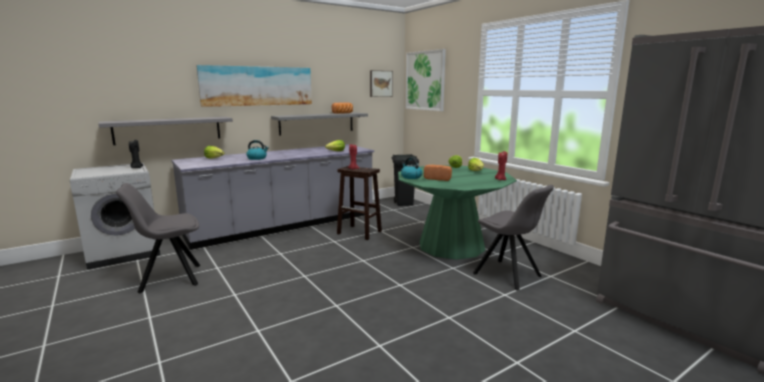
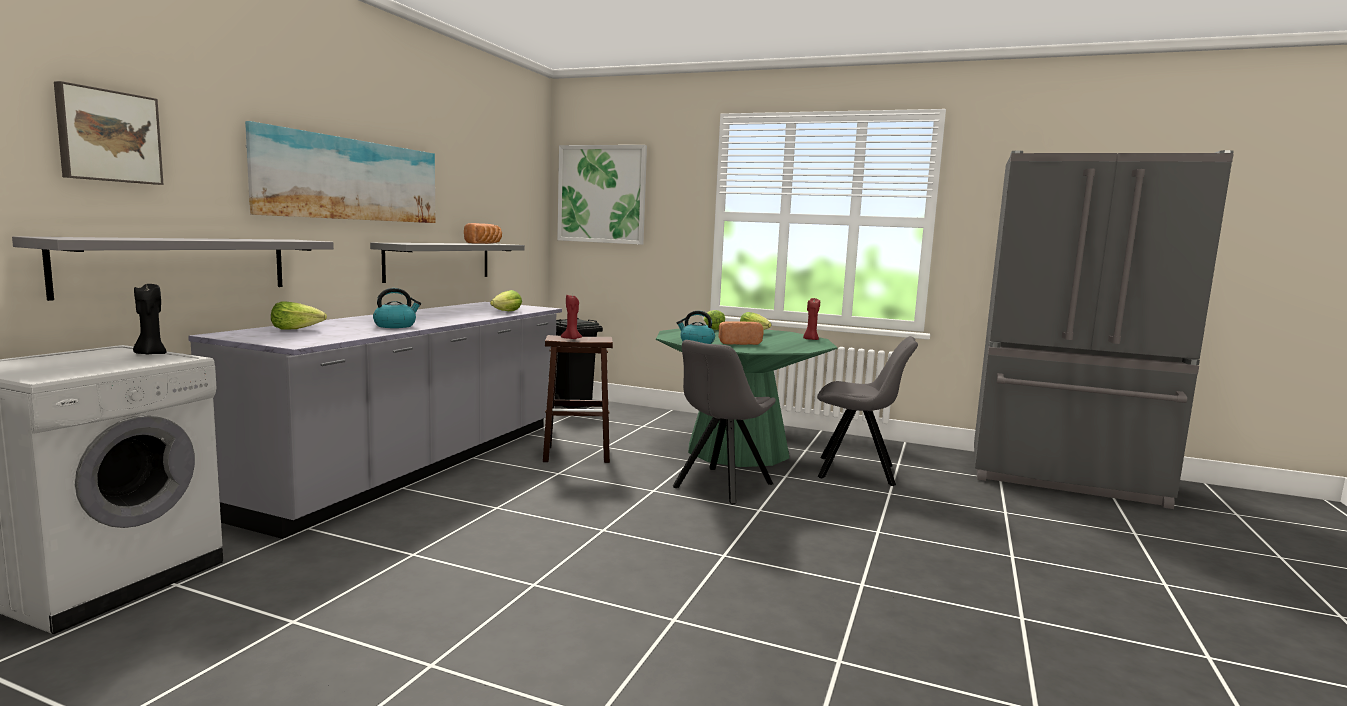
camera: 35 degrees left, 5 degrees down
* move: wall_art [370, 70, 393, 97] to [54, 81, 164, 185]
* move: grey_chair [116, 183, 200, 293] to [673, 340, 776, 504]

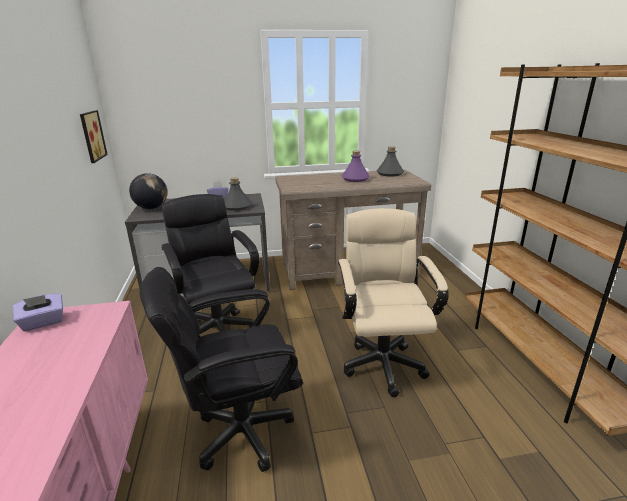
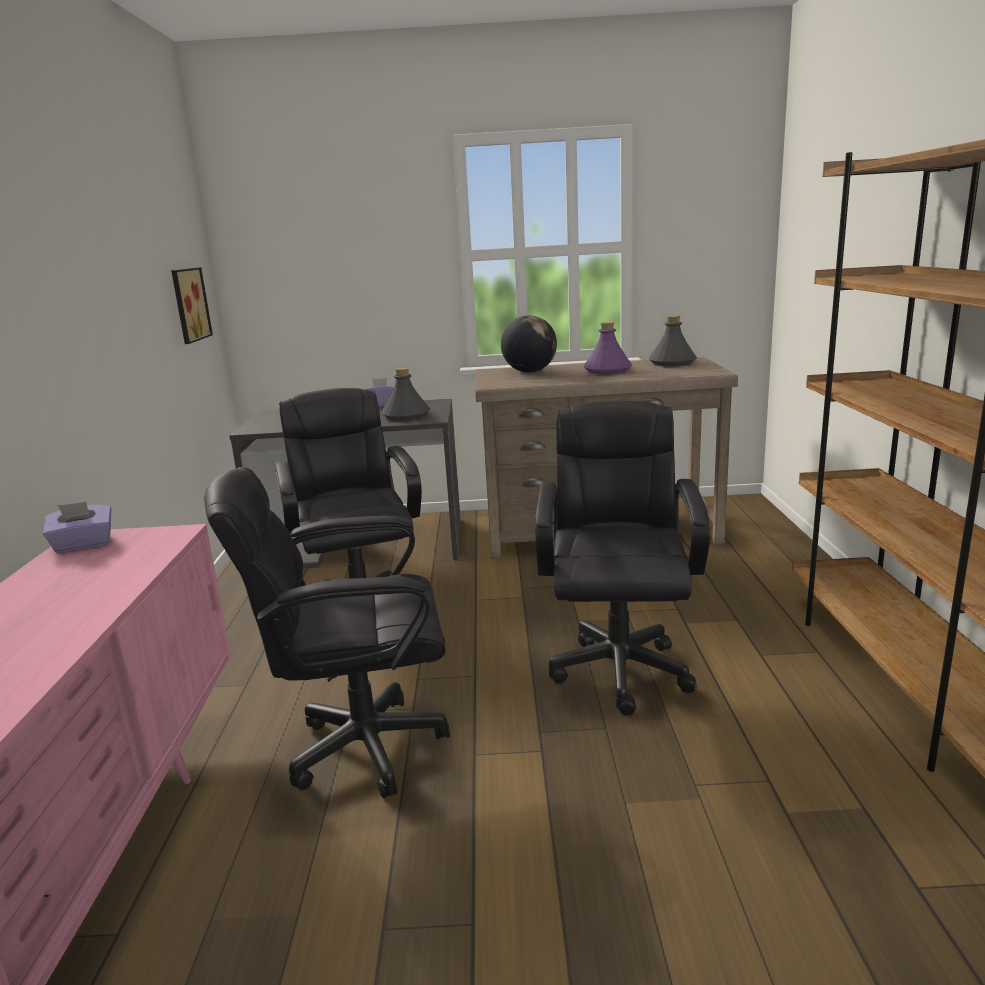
camera: 10 degrees right, 5 degrees down
* move: globe [129, 173, 168, 209] to [501, 315, 557, 373]
* recolor: beige-coloured_computer_chair [338, 208, 449, 397] to black-coloured_computer_chair [535, 400, 710, 715]

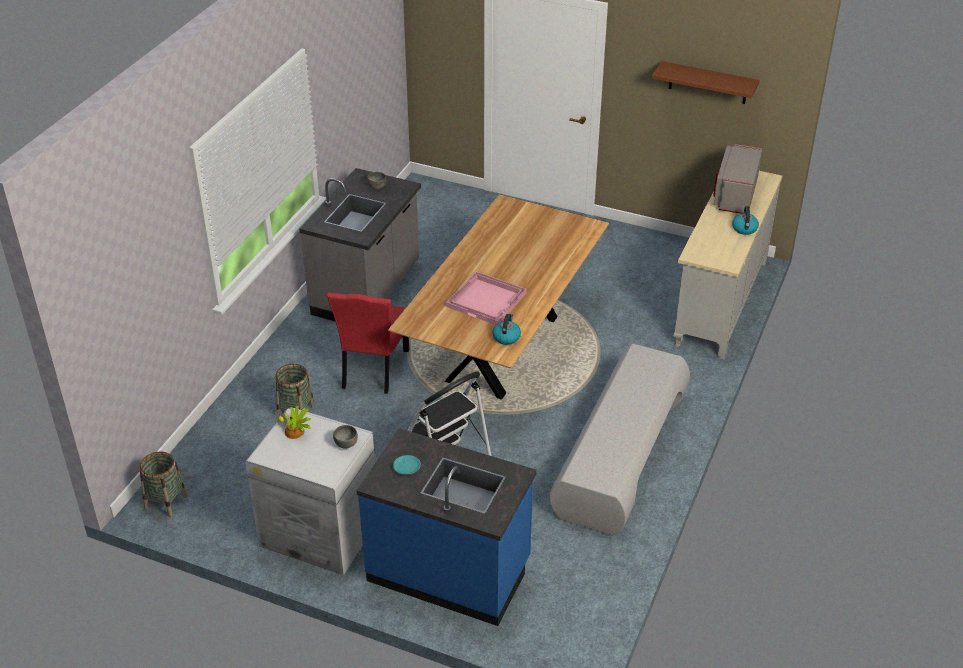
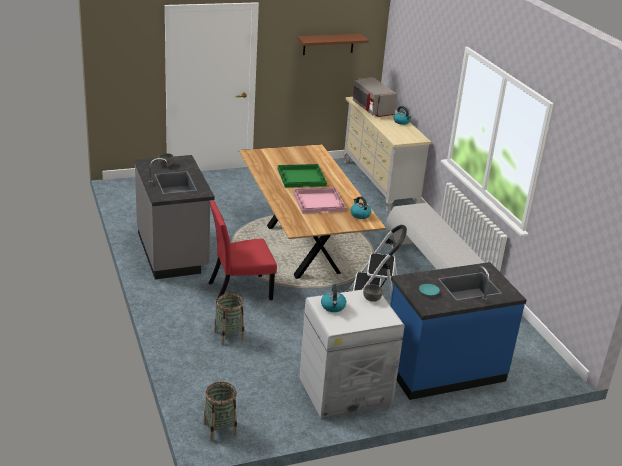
camera: 45 degrees left, 10 degrees down
* rotate: reddish_chair [327, 293, 409, 394] = [209, 200, 277, 303] 105 degrees clockwise
* insert: green-coloured_tray [278, 164, 327, 188]
* replace: plant_in_a_pot [275, 406, 311, 439] to tea_kettle [321, 284, 346, 312]

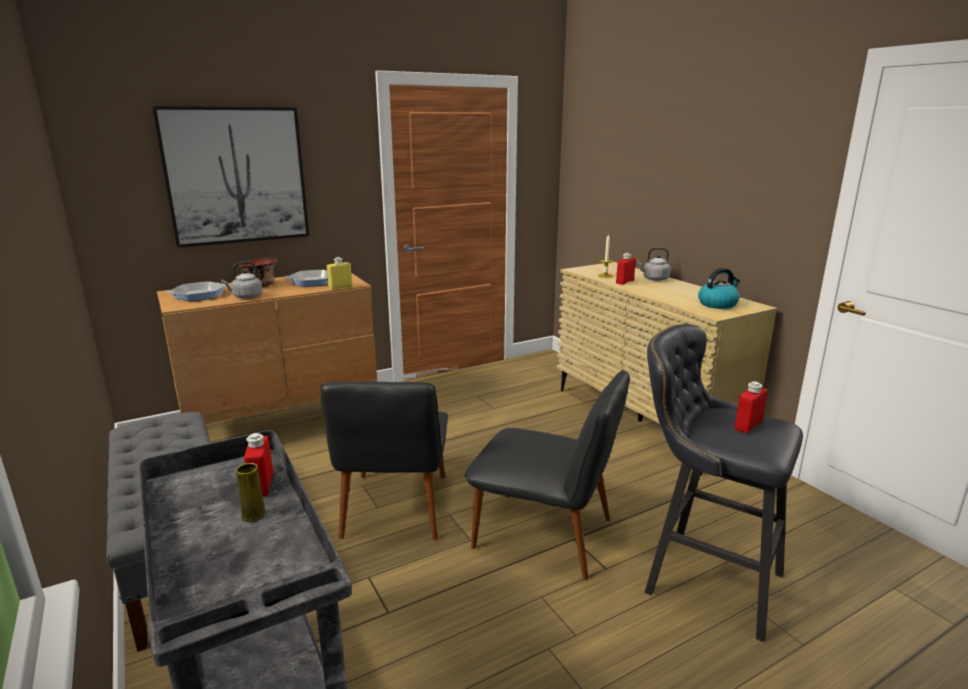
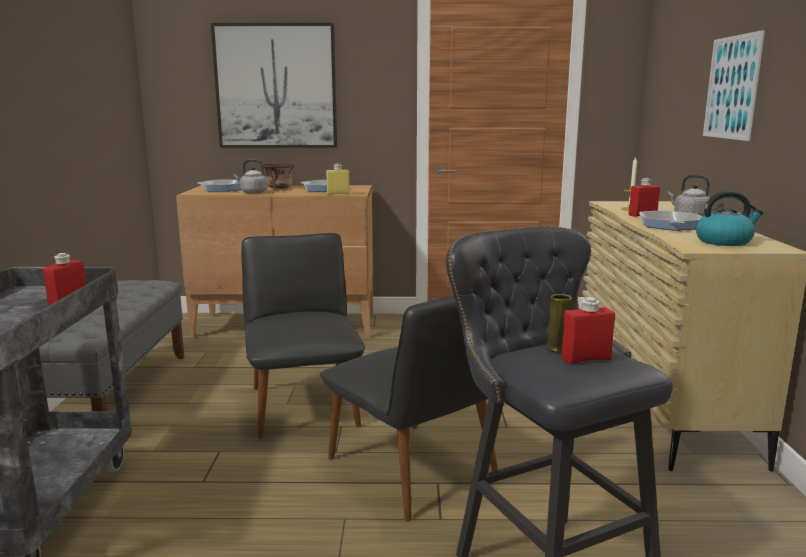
camera: 30 degrees right, 5 degrees down
* rotate: black-coloured_chair [320, 381, 448, 540] = [241, 233, 365, 439] 135 degrees clockwise
* move: yellow_flower_vase [236, 463, 266, 522] to [546, 294, 572, 353]
* insert: skillet [639, 210, 702, 231]
* insert: wall_art [703, 30, 765, 141]

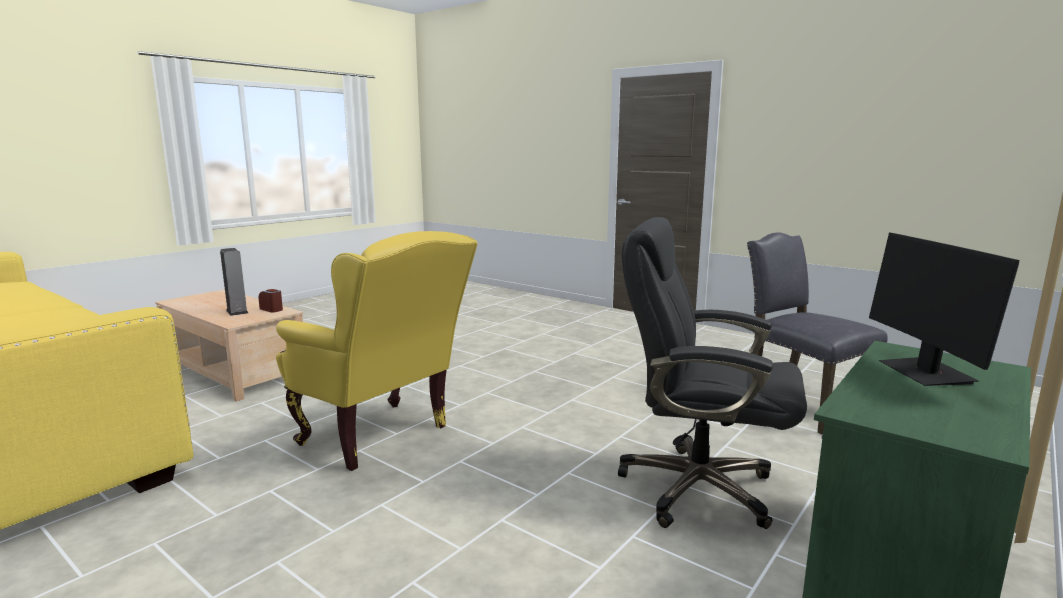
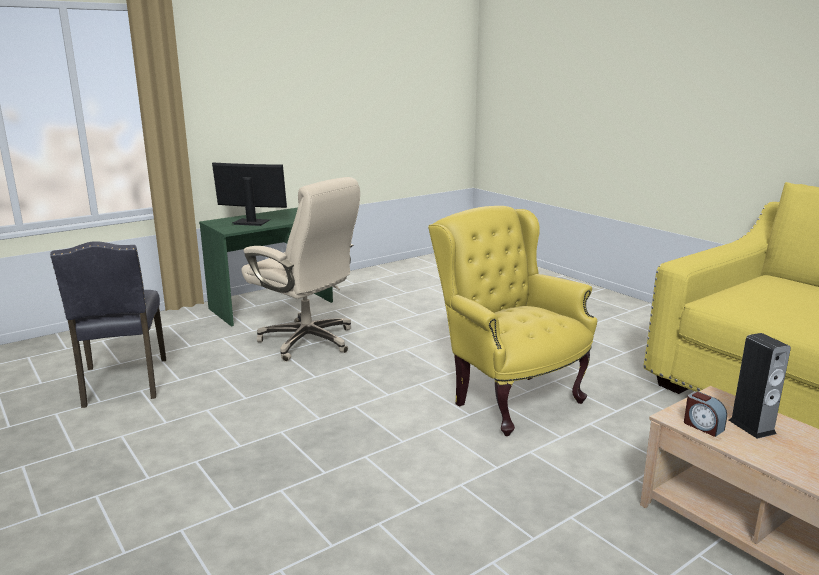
camera: 165 degrees left, 5 degrees up
* rotate: computer_display [869, 233, 1019, 386] = [212, 162, 287, 226] 90 degrees counterclockwise
* recolor: black-coloured_computer_chair [618, 217, 807, 529] to beige-coloured_computer_chair [241, 177, 360, 362]

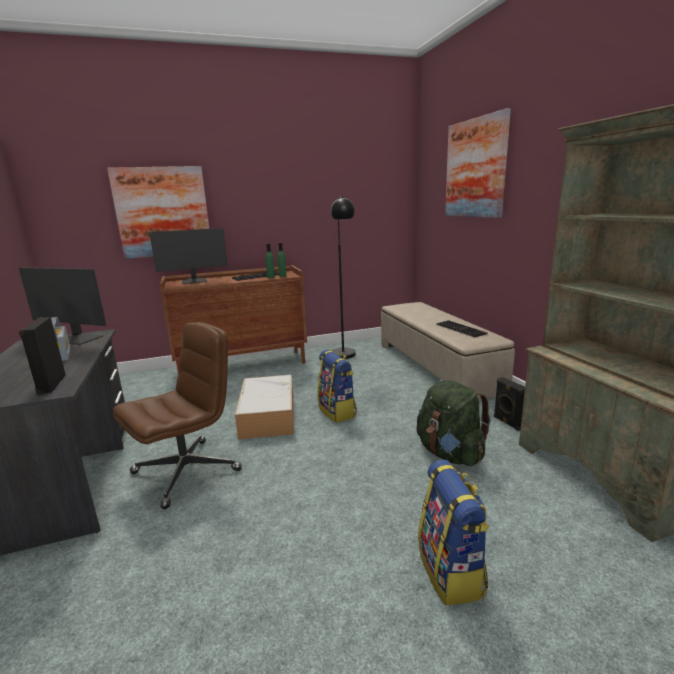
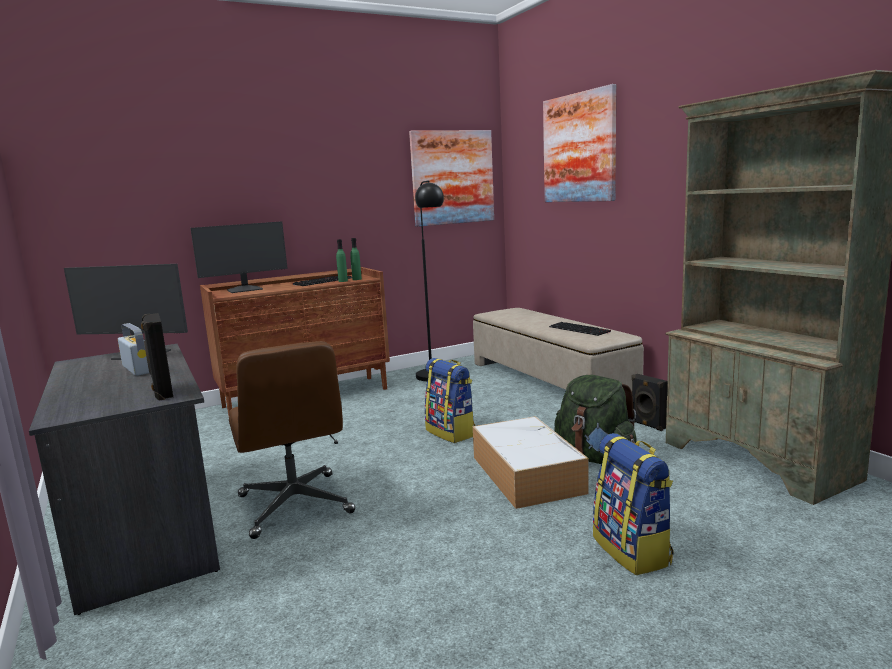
camera: 10 degrees left, 5 degrees down
* rotate: brown_computer_chair [113, 322, 242, 509] = [229, 341, 355, 539] 120 degrees clockwise
* move: wall_art [107, 166, 209, 259] to [409, 130, 494, 227]
* move: storage_container [235, 375, 294, 439] to [473, 416, 589, 509]

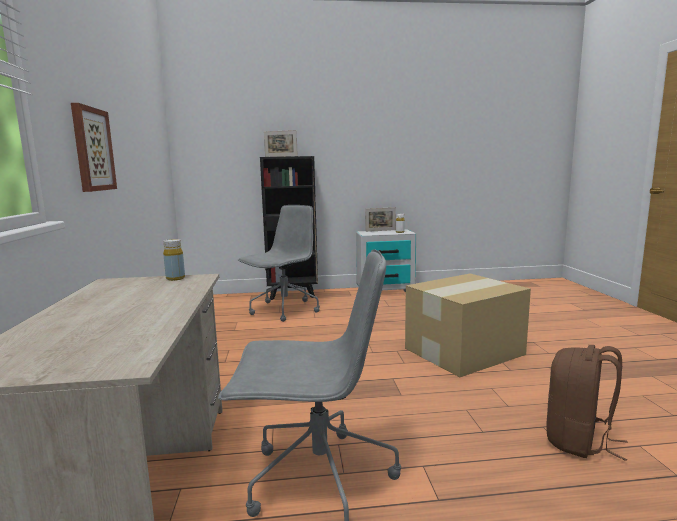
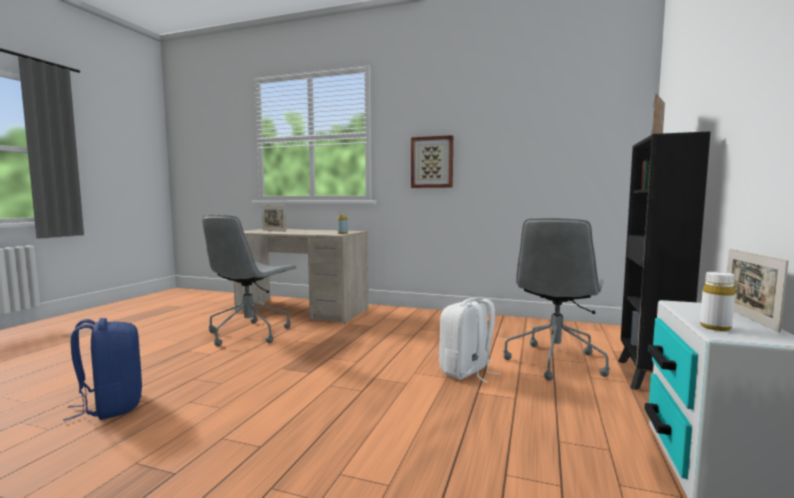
camera: 115 degrees right, 5 degrees down
* recolor: brown_knapsack [546, 345, 628, 461] to blue_knapsack [63, 318, 142, 421]
* insert: picture_frame [262, 206, 286, 232]
* insert: whitish_knapsack [439, 298, 501, 383]
* rotate: grey_computer_chair [238, 205, 320, 322] = [503, 218, 610, 381] 60 degrees clockwise
* delete: packing_box [405, 274, 531, 377]

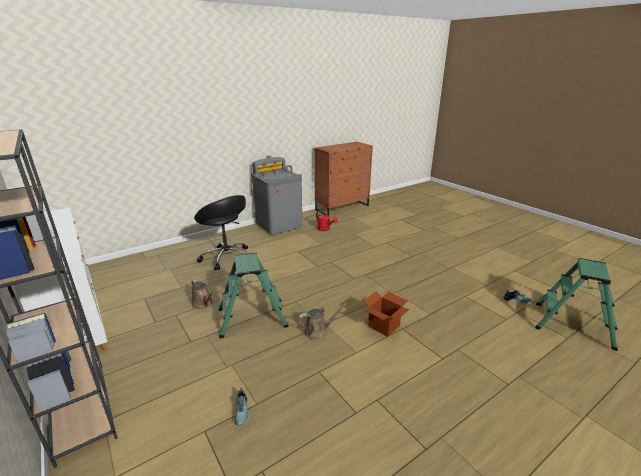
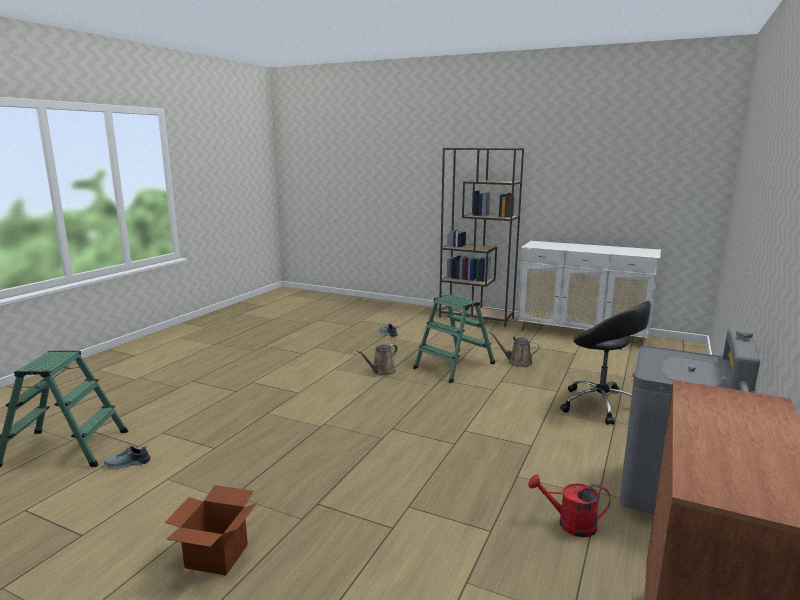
camera: 150 degrees right, 10 degrees down
* move: packing_box [363, 292, 410, 337] to [165, 485, 257, 576]
* rotate: black-coloured_computer_chair [194, 195, 248, 270] = [560, 301, 651, 425] 150 degrees counterclockwise

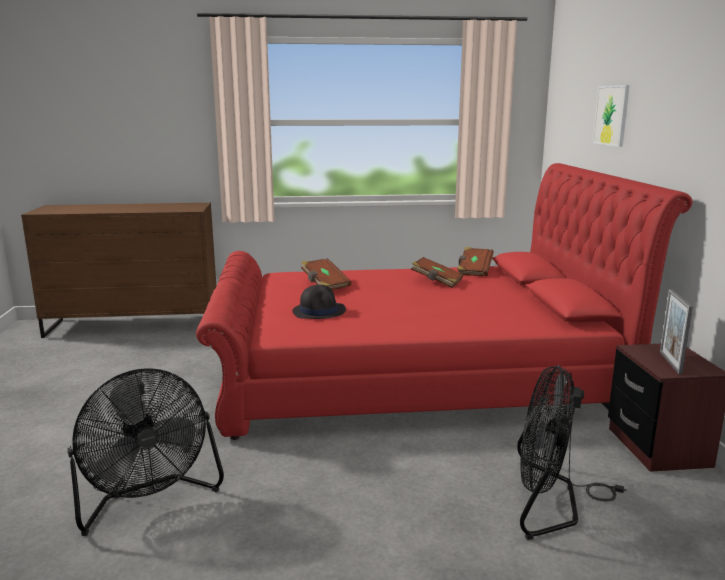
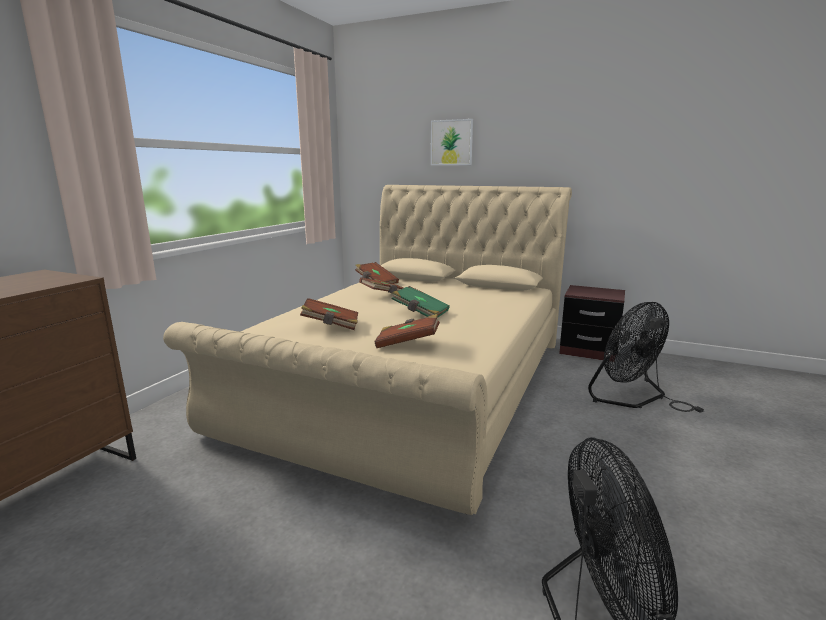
camera: 60 degrees left, 0 degrees up
* recolor: reddish_sleeping_bed [196, 163, 693, 440] to beige-coloured_sleeping_bed [163, 185, 572, 515]
* replace: black-coloured_wearable_hat [292, 285, 346, 319] to brown_book [374, 314, 440, 348]
* insert: green-coloured_book [392, 286, 450, 318]
* rotate: black-coloured_fan [517, 365, 627, 540] = [588, 302, 704, 413] 105 degrees clockwise
* delete: picture_frame [660, 289, 693, 375]

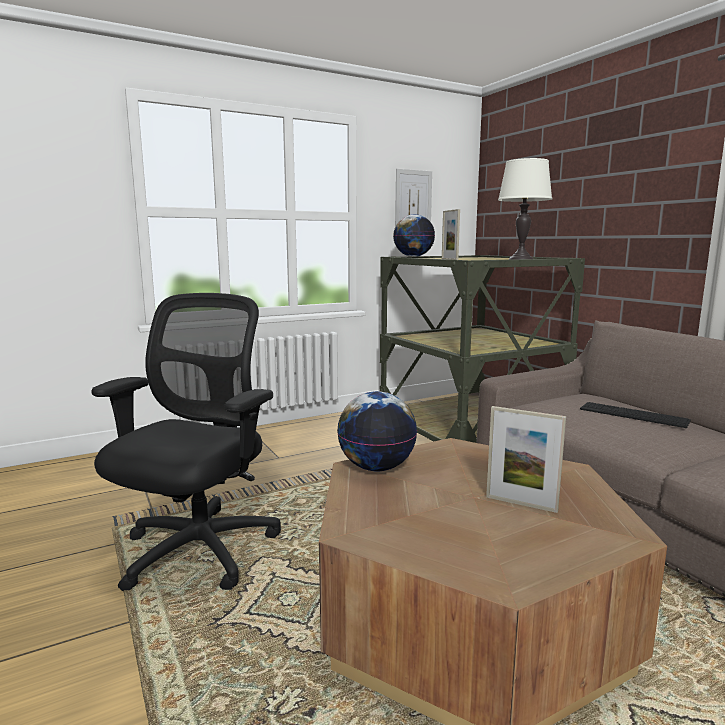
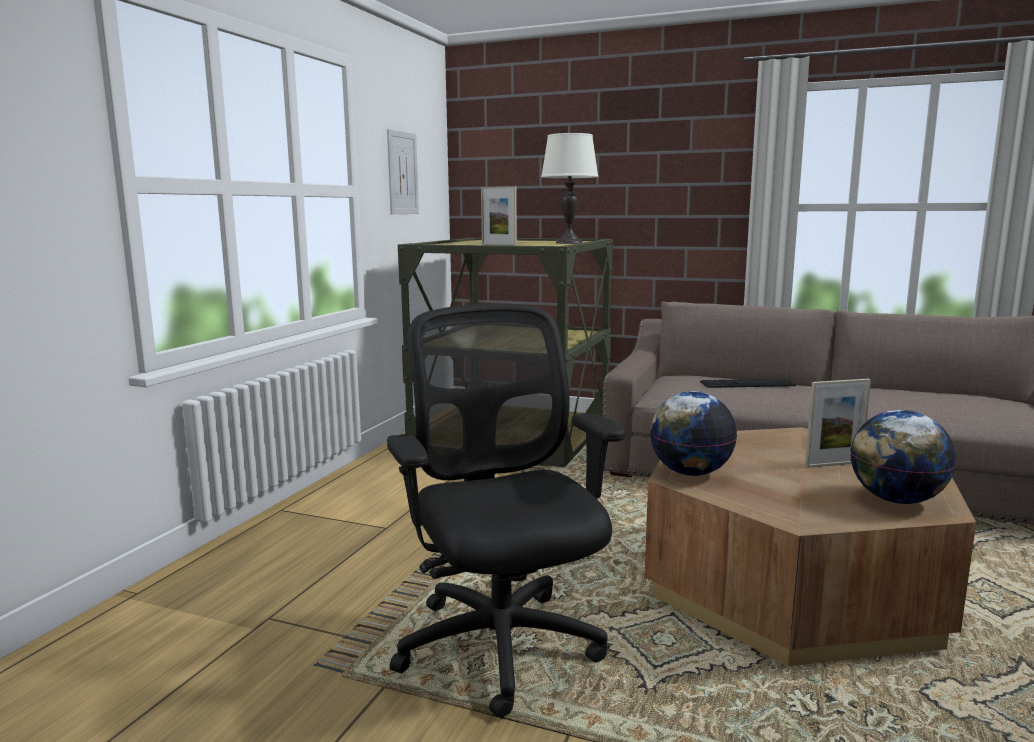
camera: 40 degrees left, 0 degrees up
* move: globe [393, 214, 435, 257] to [850, 410, 956, 504]

